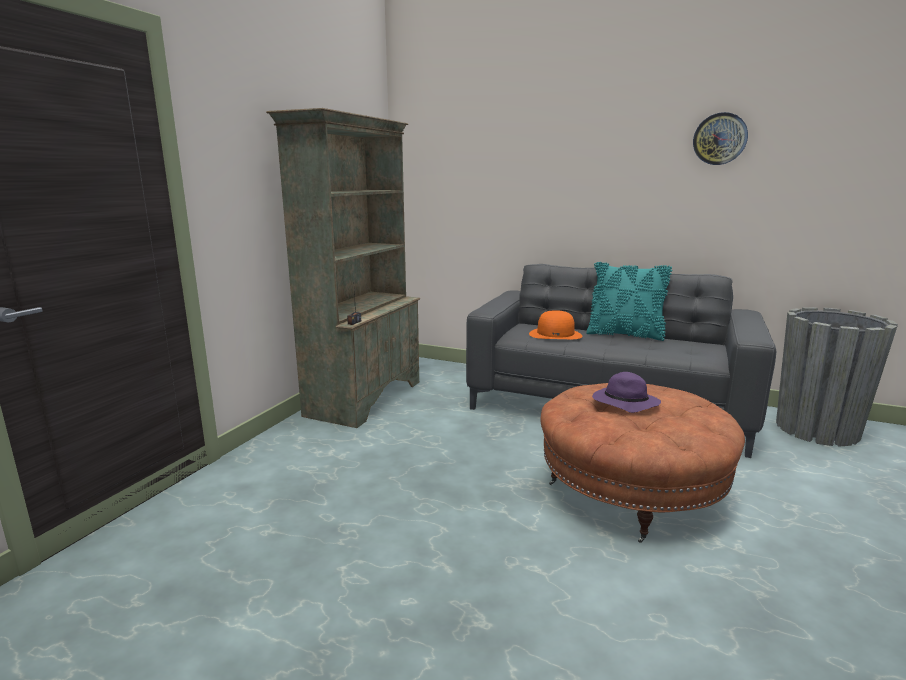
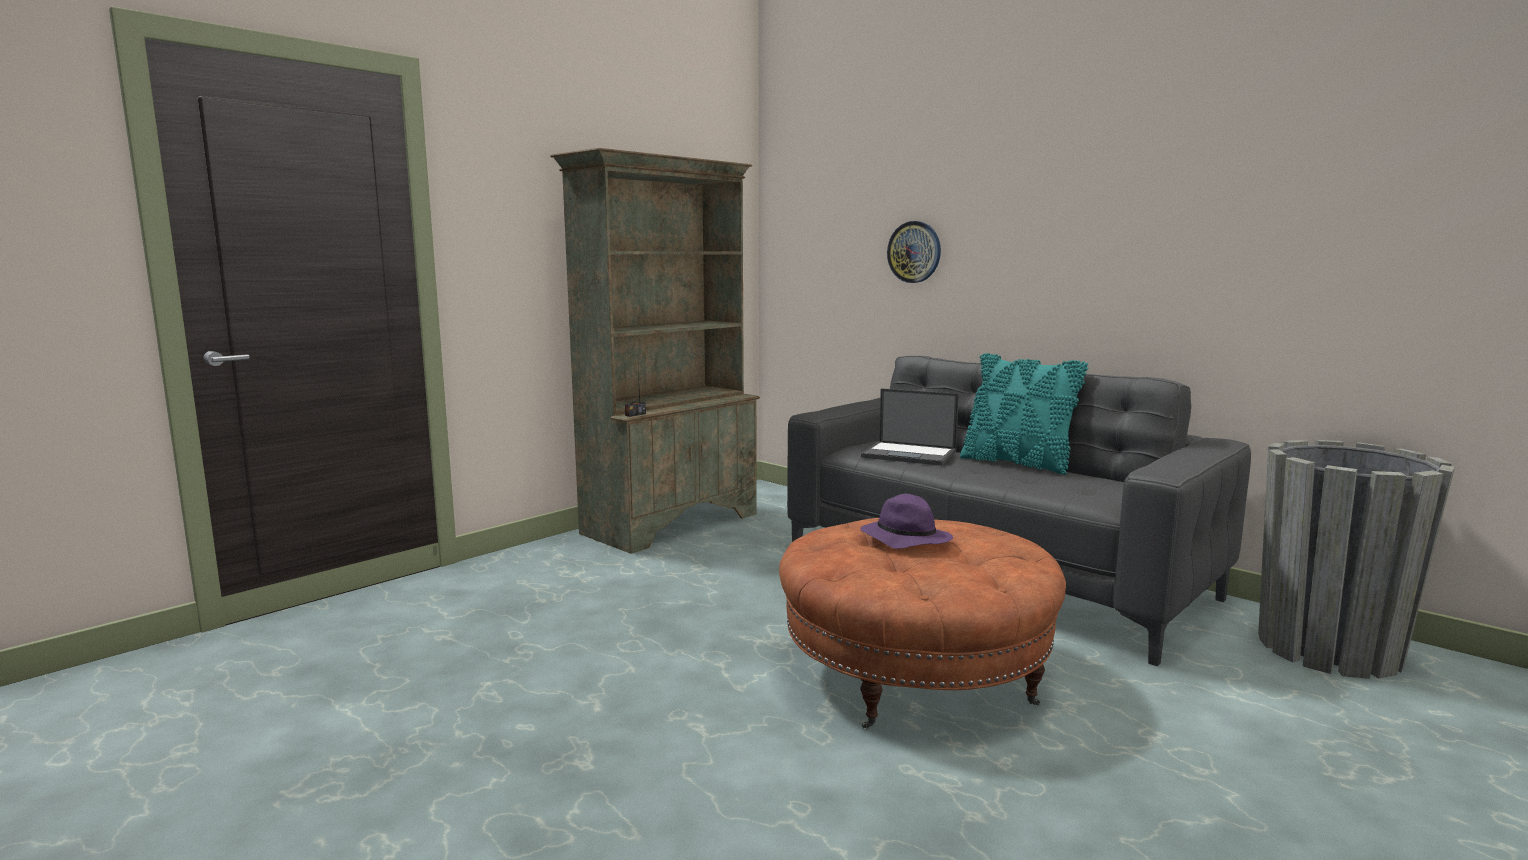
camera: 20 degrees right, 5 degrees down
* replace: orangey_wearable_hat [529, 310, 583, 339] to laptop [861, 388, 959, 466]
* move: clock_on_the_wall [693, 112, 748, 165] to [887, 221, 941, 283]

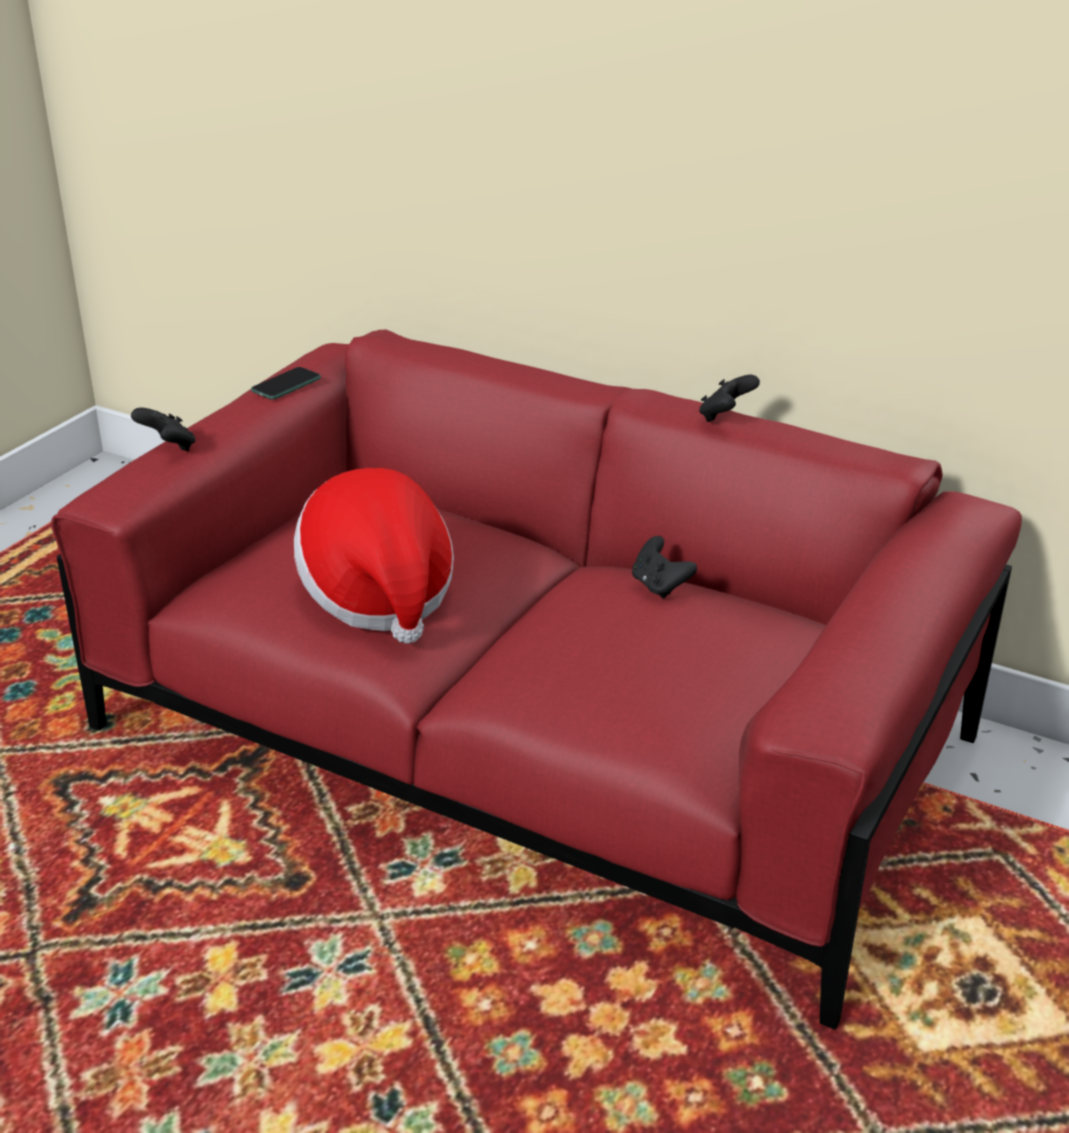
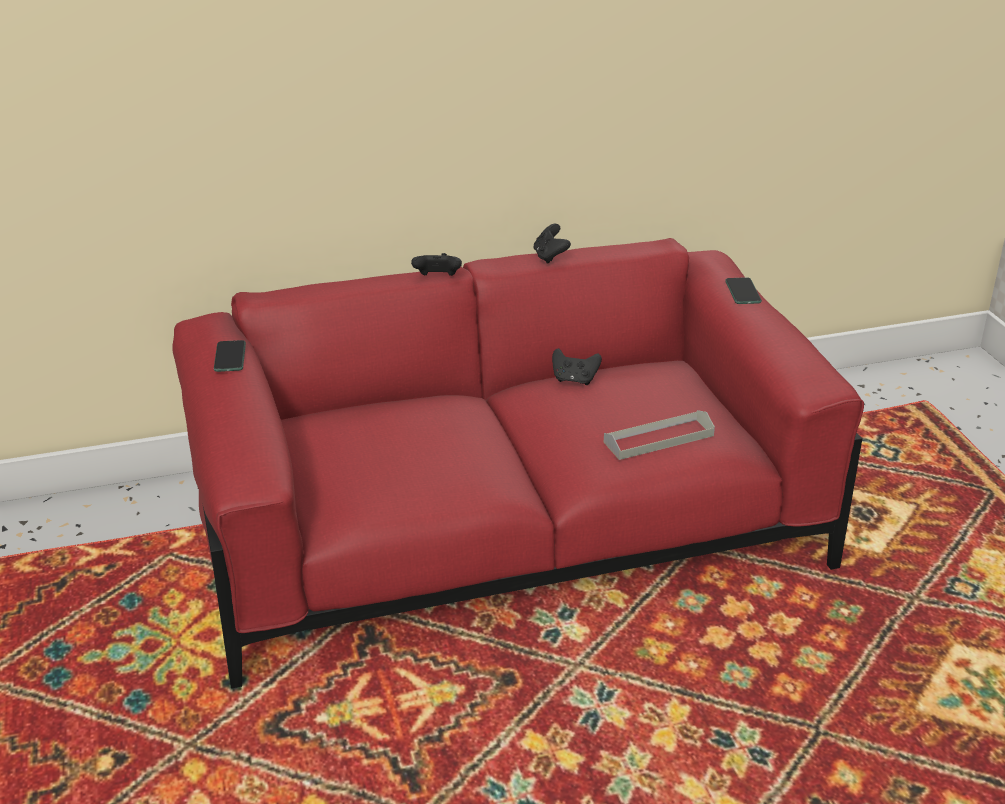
camera: 45 degrees left, 0 degrees up
* move: black-coloured_gamepad [131, 408, 196, 451] to [411, 253, 462, 276]
* insert: grey_tray [604, 410, 715, 460]
* insert: phone [725, 277, 762, 304]
* delete: wearable_hat [294, 468, 454, 644]

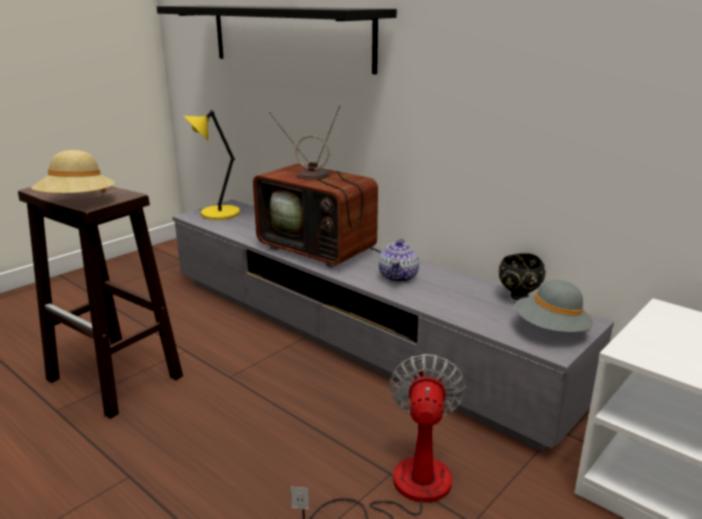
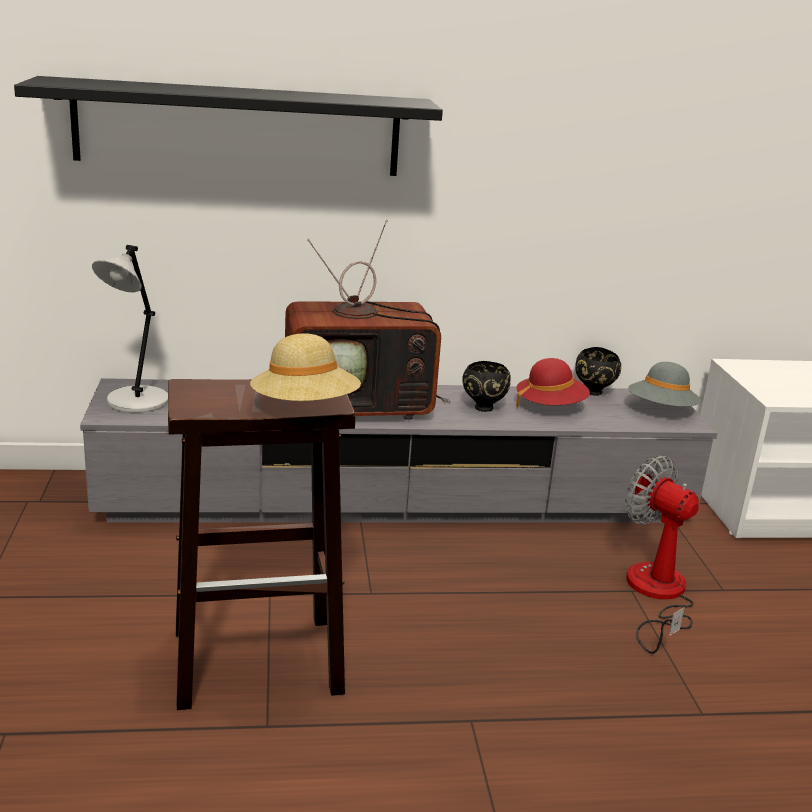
camera: 50 degrees left, 0 degrees up
* recolor: yellow_tabletop_lamp [184, 110, 240, 220] to grey_tabletop_lamp [92, 245, 168, 413]
* replace: teapot [379, 239, 419, 283] to black-coloured_deep_dish [462, 361, 511, 412]
* insert: reddish_wearable_hat [516, 358, 590, 407]

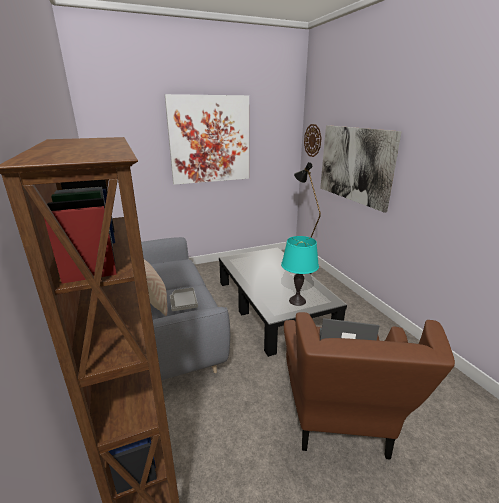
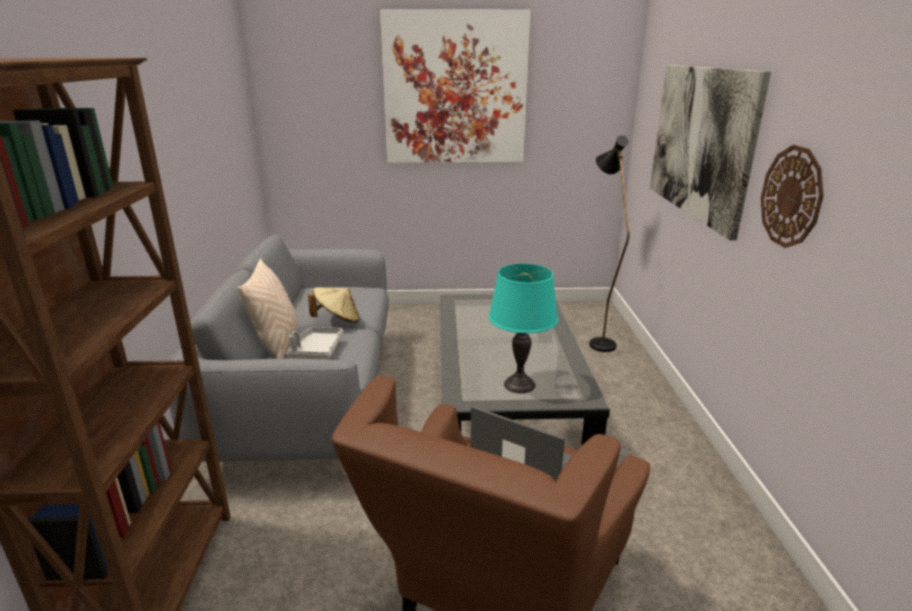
camera: 20 degrees right, 0 degrees up
* insert: beige-coloured_wearable_hat [308, 287, 360, 323]
* move: clock_on_the_wall [304, 124, 322, 157] to [761, 145, 824, 248]

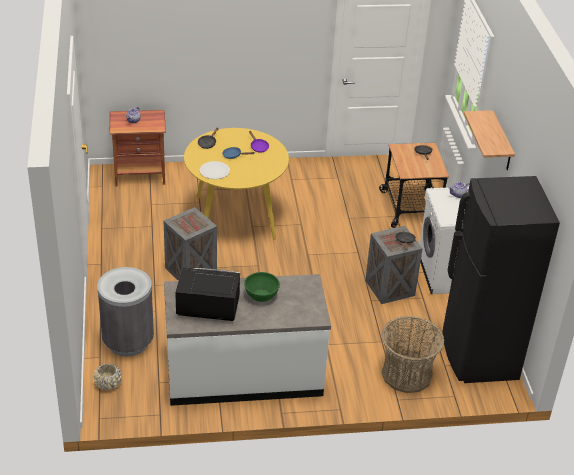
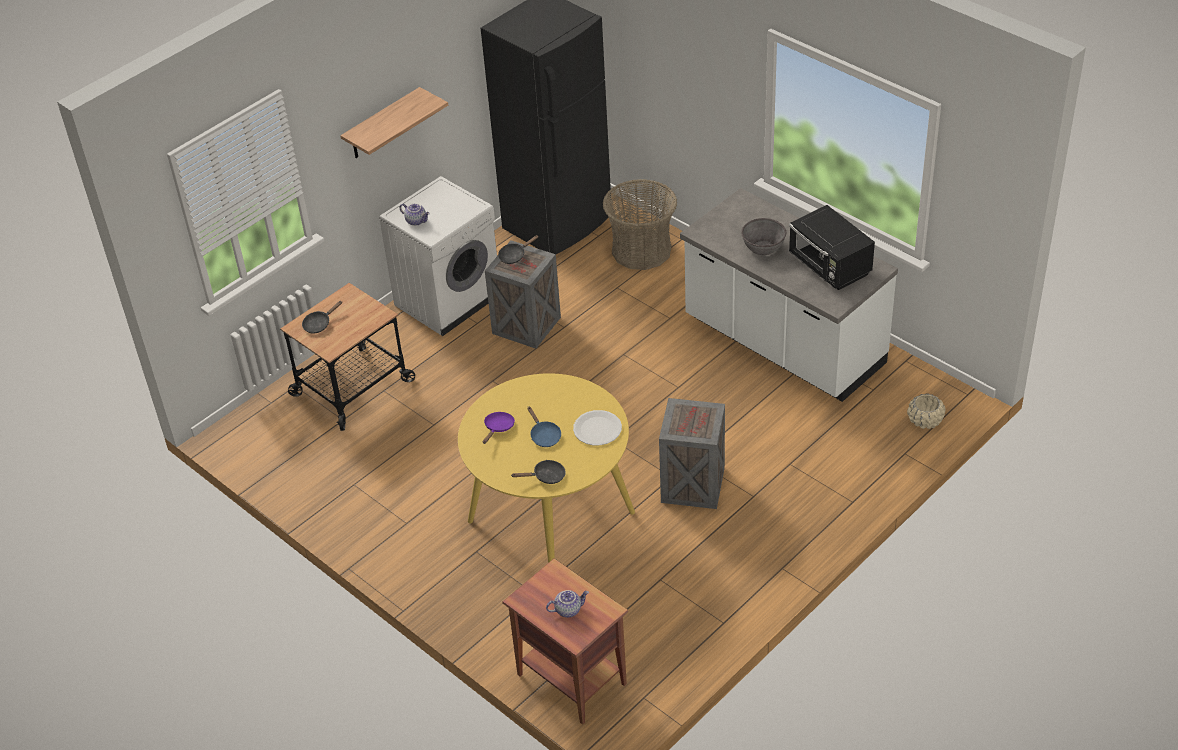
camera: 125 degrees left, 5 degrees up
* recolor: green-coloured_deep_dish [244, 272, 280, 302] to grey_deep_dish [741, 218, 786, 255]
* delete: grey_waste_bin [97, 267, 154, 356]

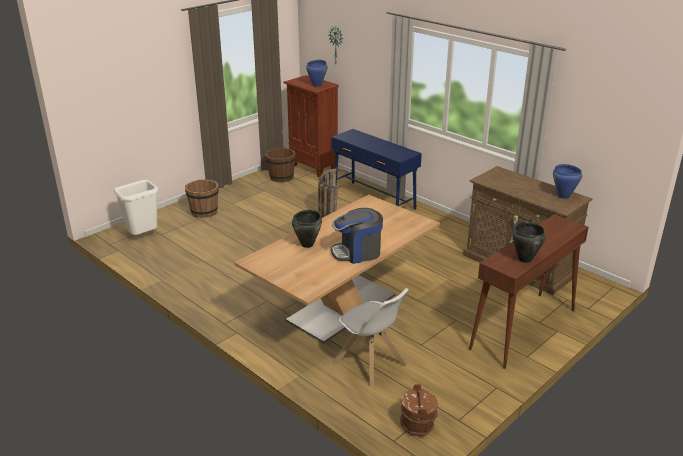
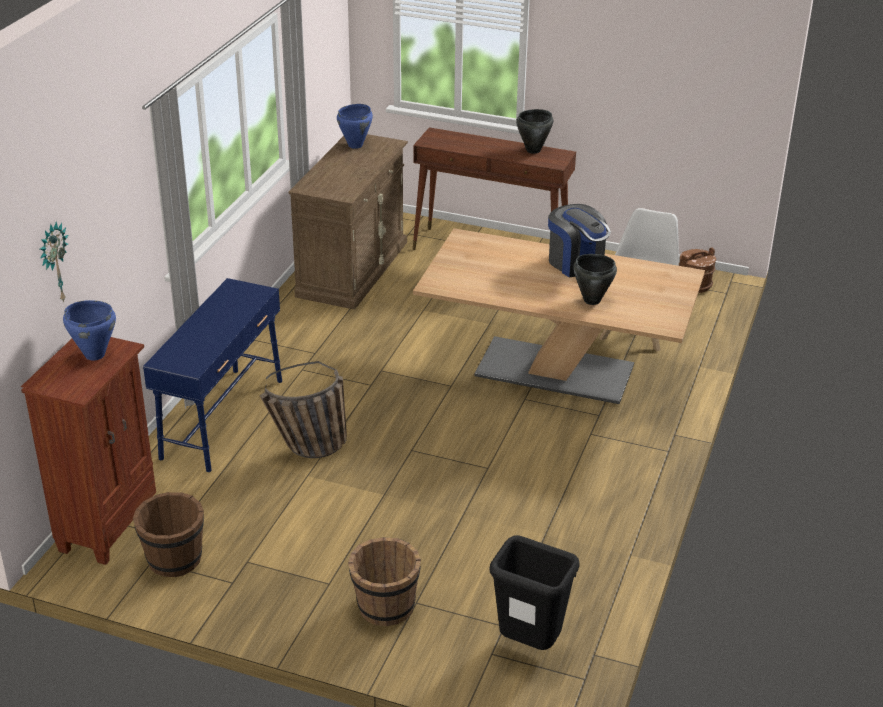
camera: 115 degrees left, 5 degrees up
* recolor: whitish_waste_bin [114, 180, 158, 235] to black-coloured_waste_bin [489, 535, 580, 650]

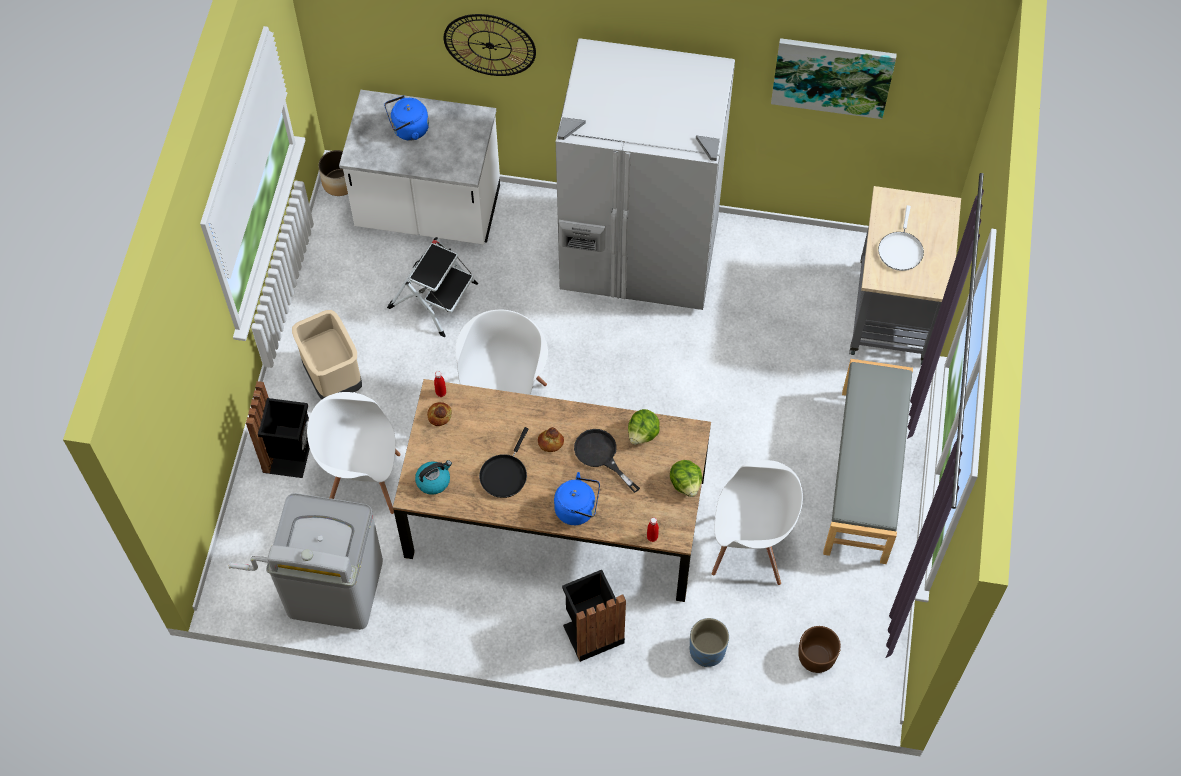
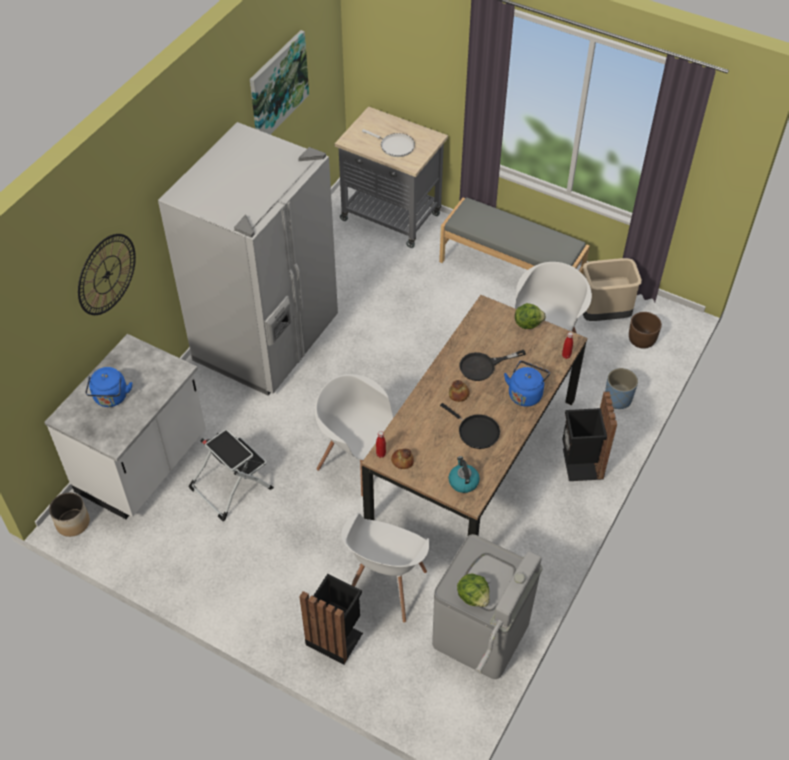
camera: 70 degrees left, 10 degrees down
* move: lettuce [628, 409, 660, 445] to [457, 574, 490, 607]
* move: beige-coloured_waste_bin [292, 310, 362, 400] to [583, 258, 642, 321]

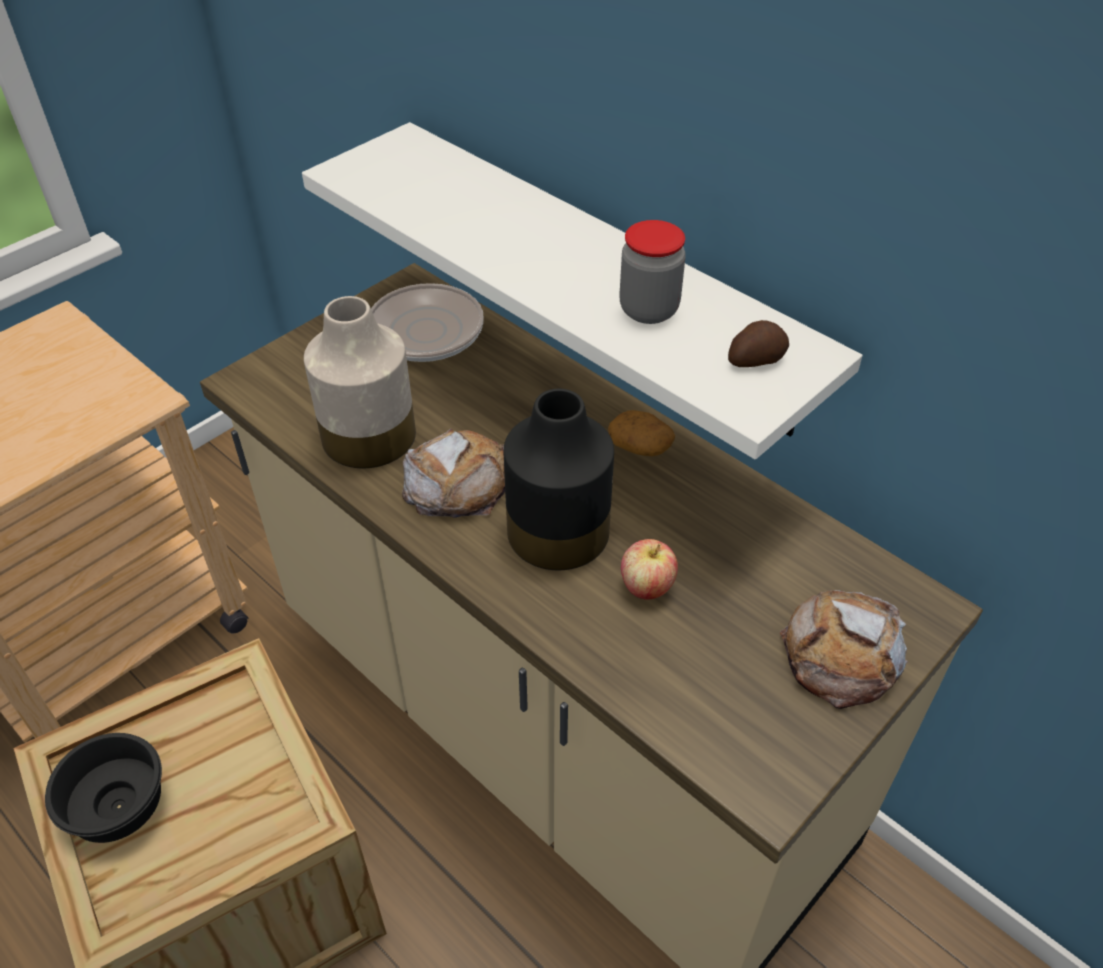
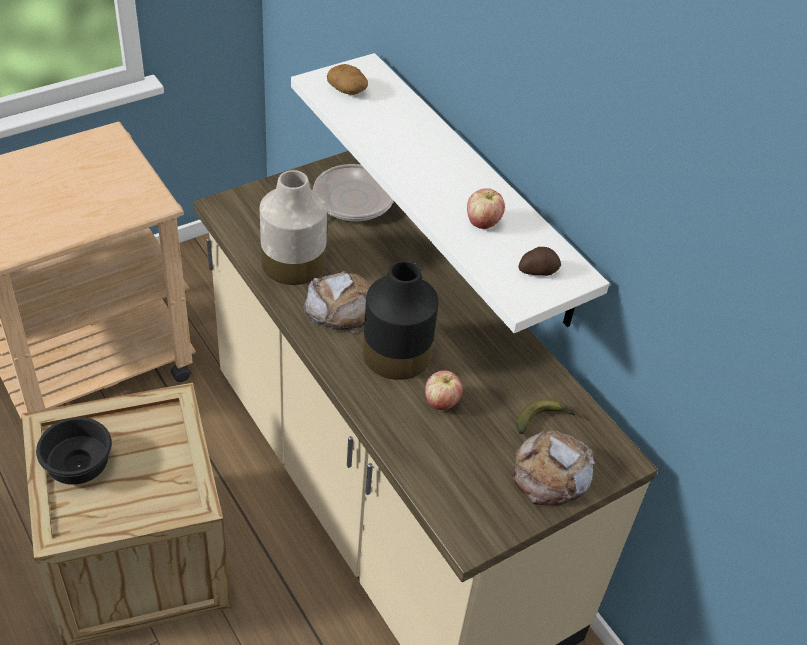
camera: 10 degrees right, 0 degrees up
* move: spud [608, 410, 675, 456] to [327, 64, 368, 95]
* replace: preserve_jar [619, 220, 686, 324] to apple [467, 189, 505, 229]
* insert: whole_banana [517, 398, 575, 434]

